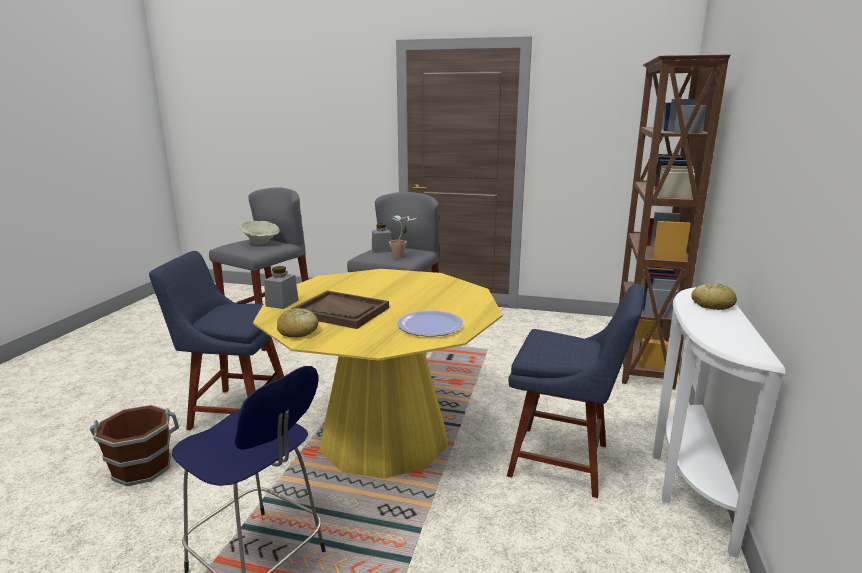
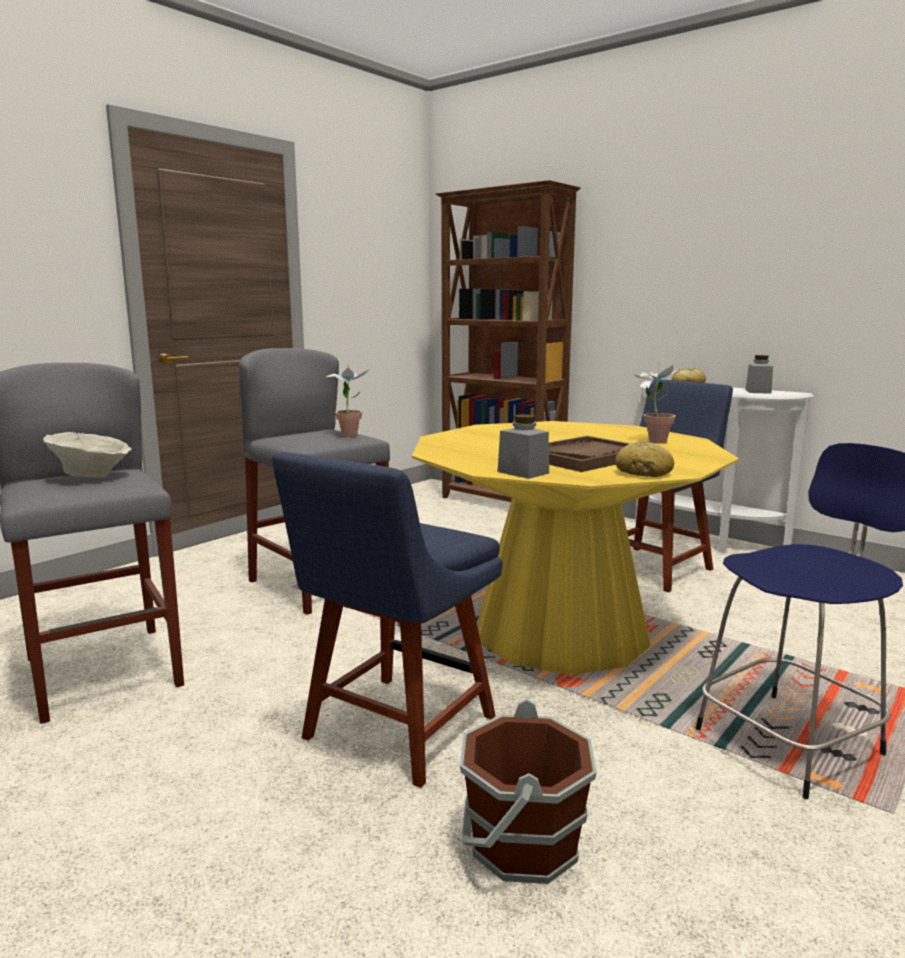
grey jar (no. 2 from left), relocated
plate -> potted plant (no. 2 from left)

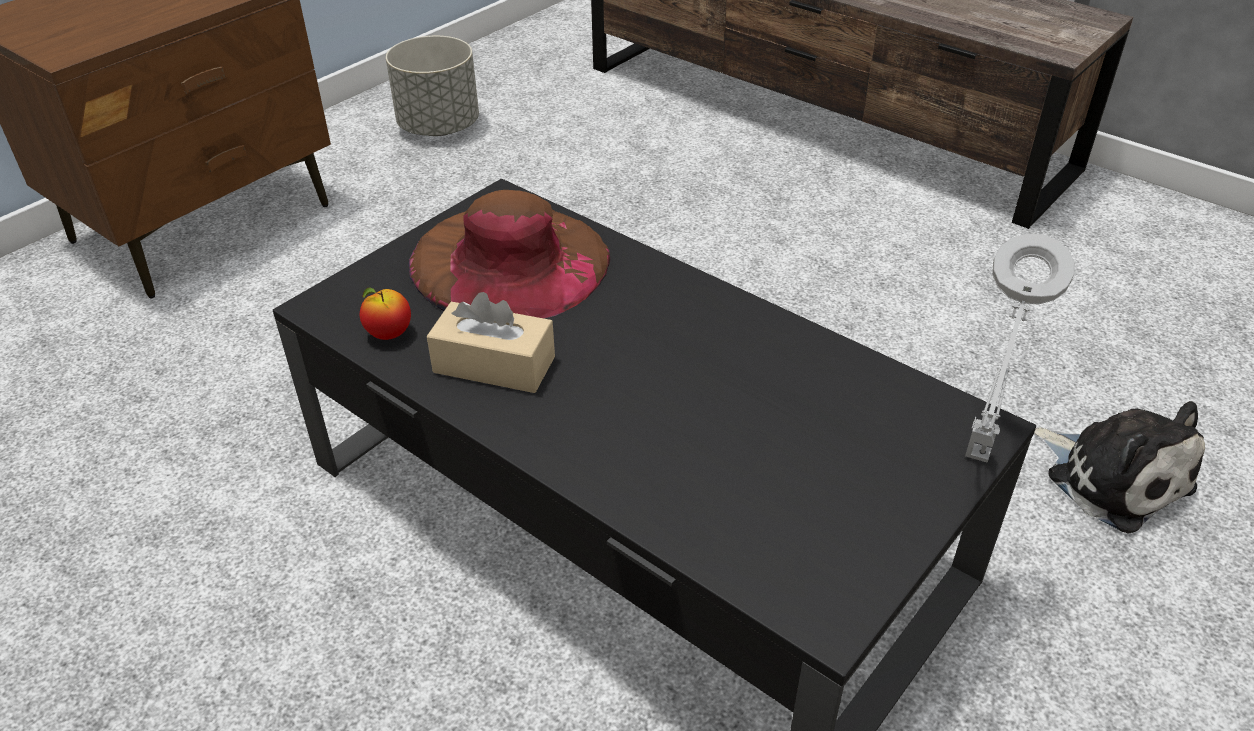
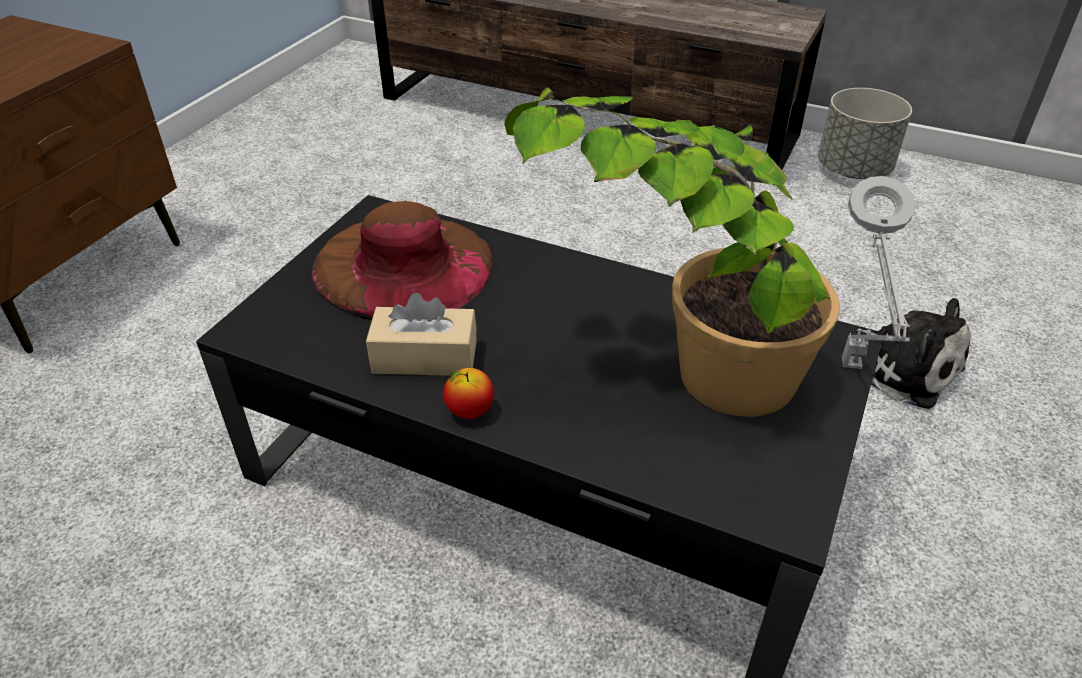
grey planter, relocated
apple, relocated
none -> potted plant

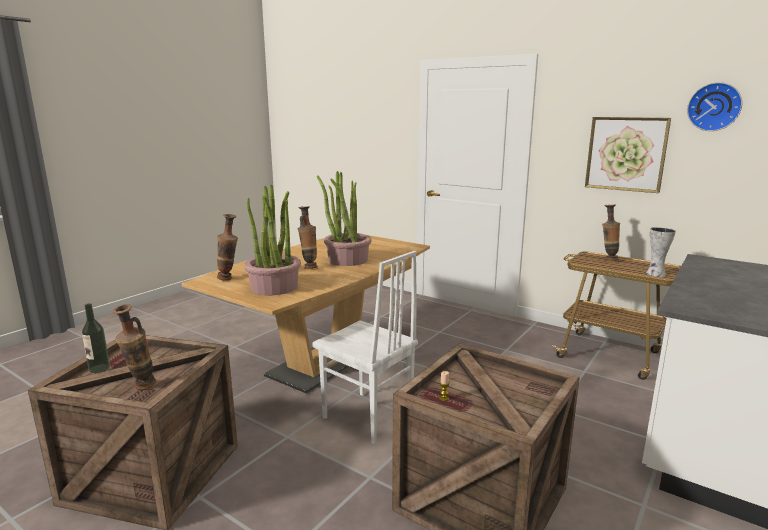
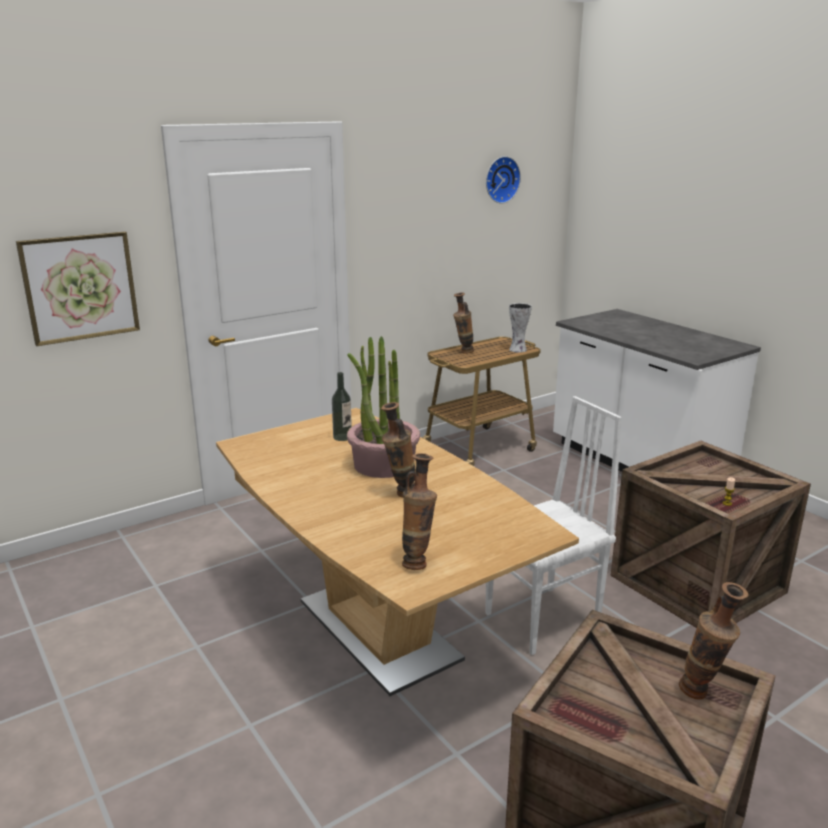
picture, relocated
potted plant (no. 1 from left) -> none
bottle, relocated

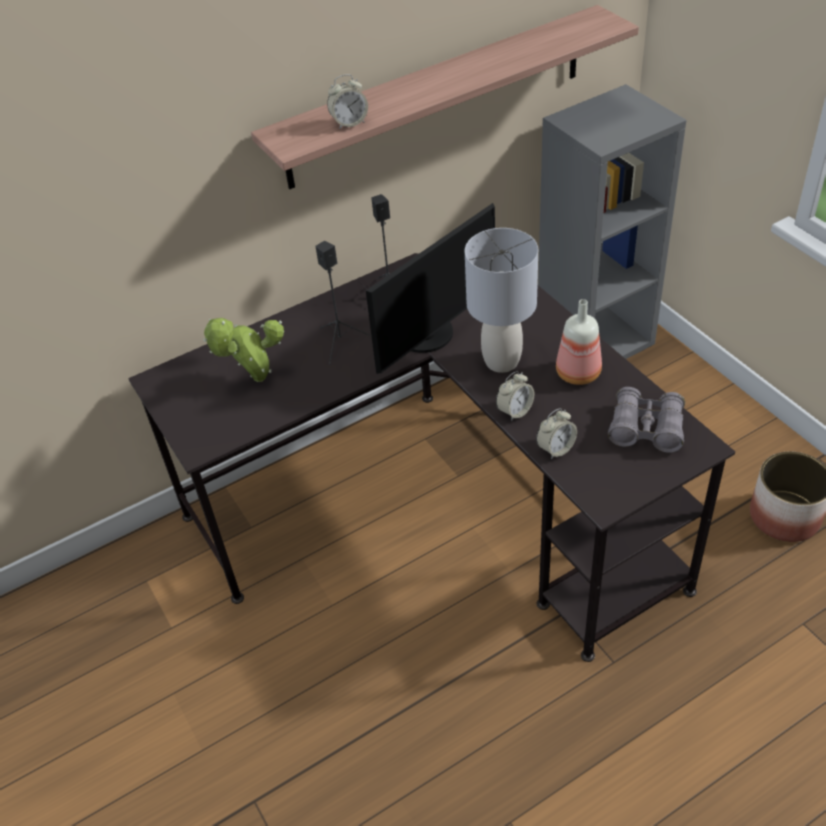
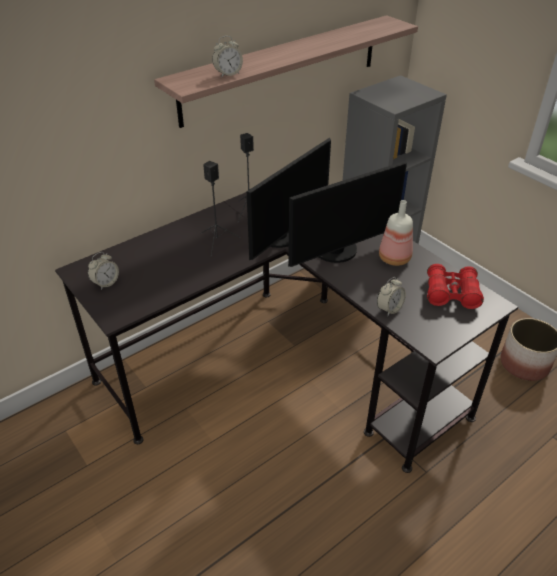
grey table lamp -> monitor (no. 2 from left)
potted plant -> none
alarm clock (no. 2 from left in the first image) -> alarm clock (no. 1 from left), relocated
grey binoculars -> red binoculars

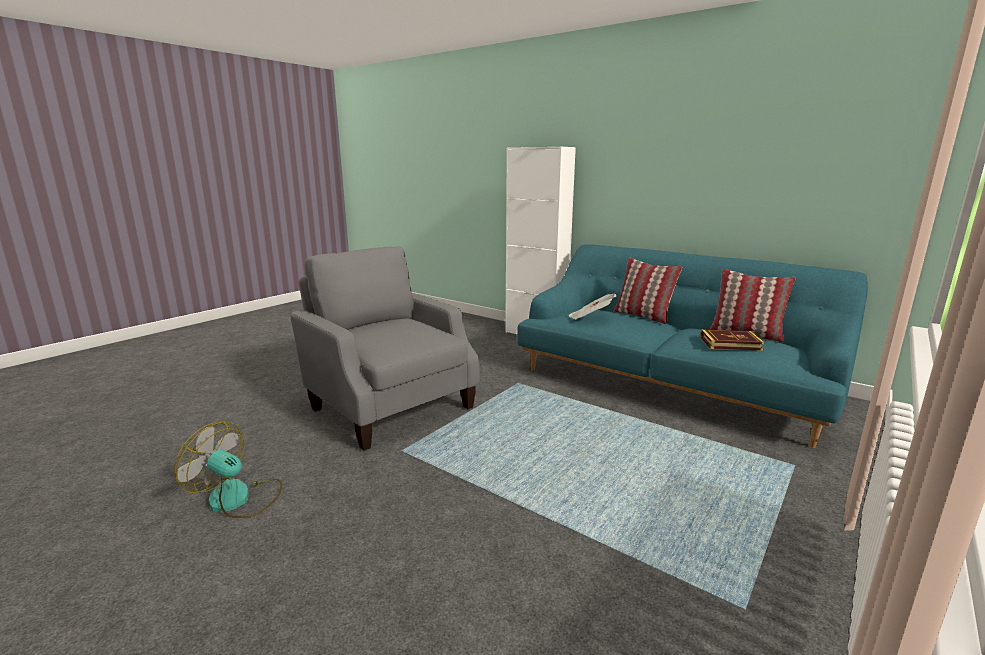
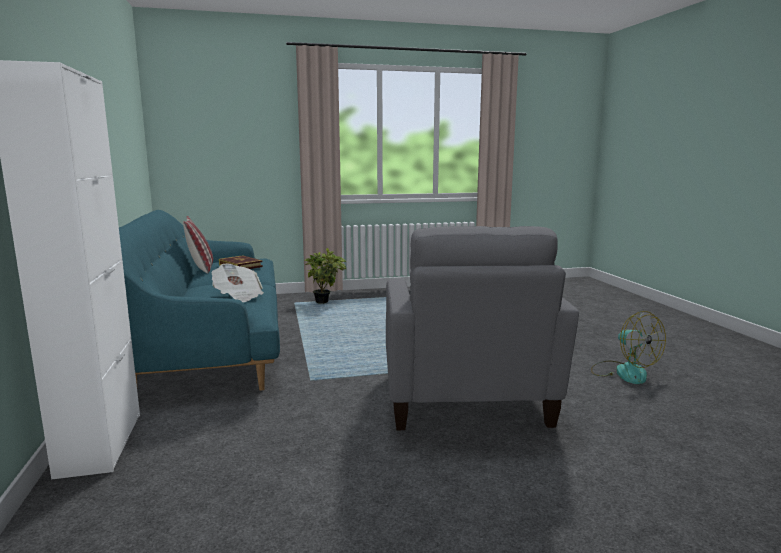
pillow (no. 1 from left) -> none
none -> potted plant

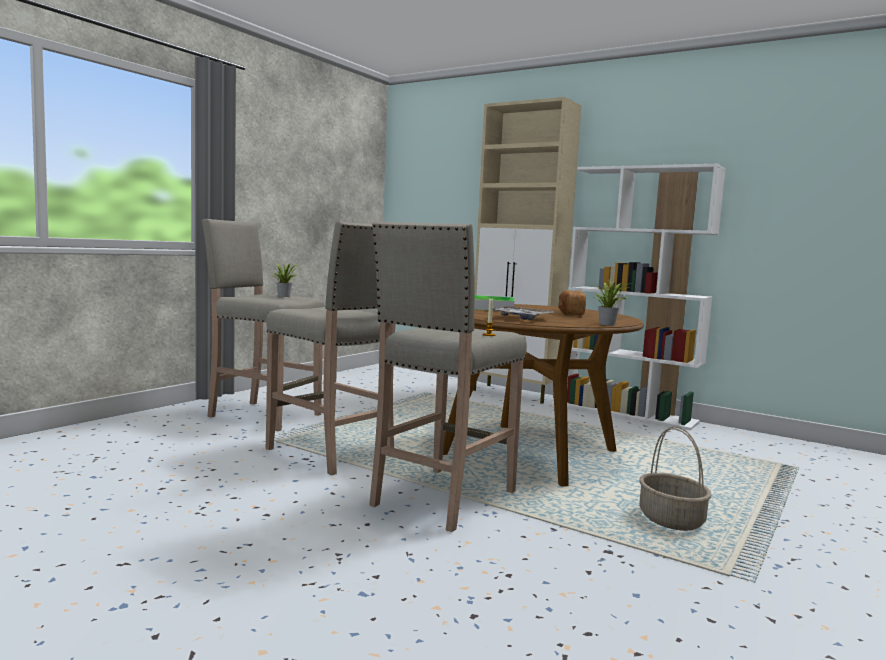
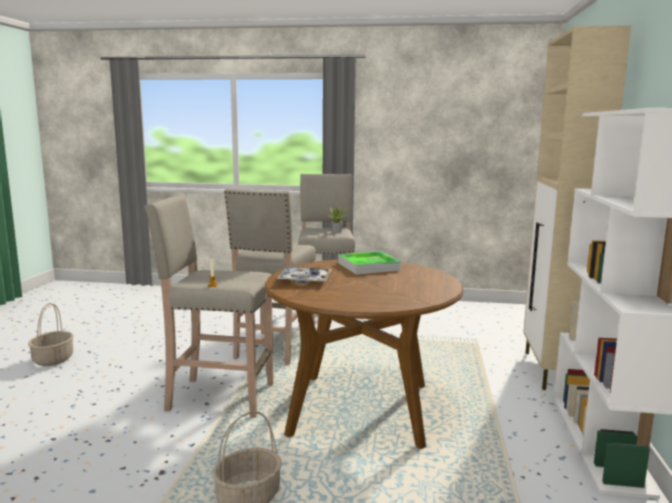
potted plant (no. 2 from left) -> none
bread -> none
none -> basket (no. 1 from left)

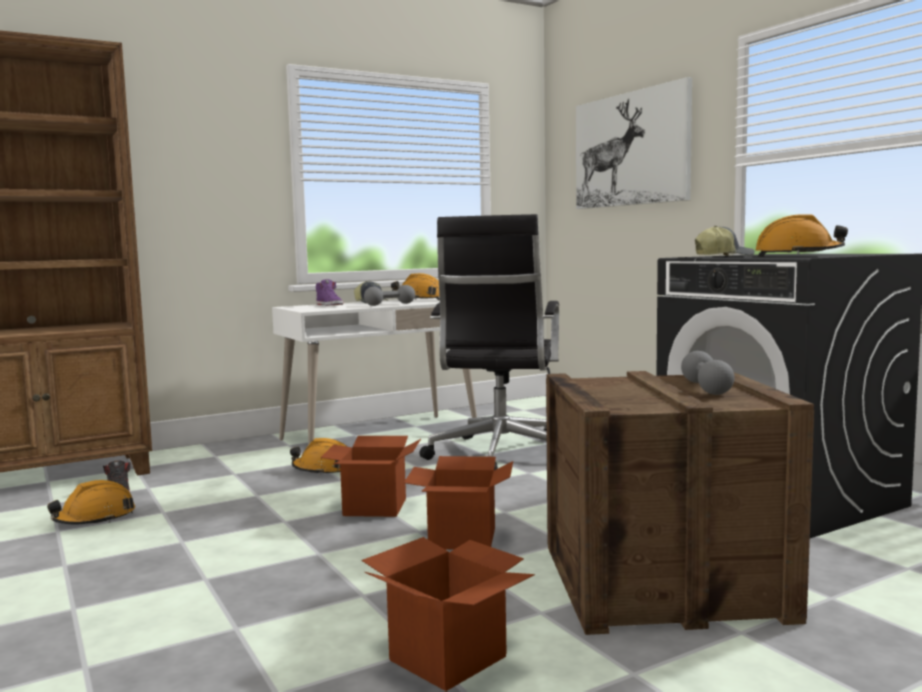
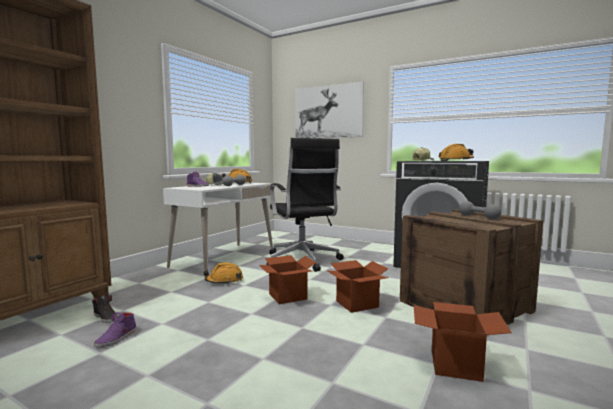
orange hard hat (no. 1 from left) -> purple shoe (no. 1 from left)

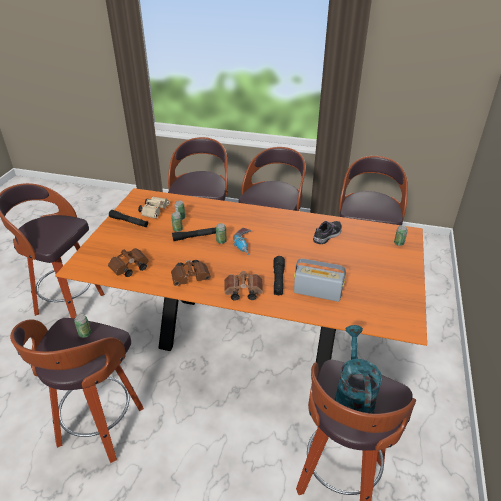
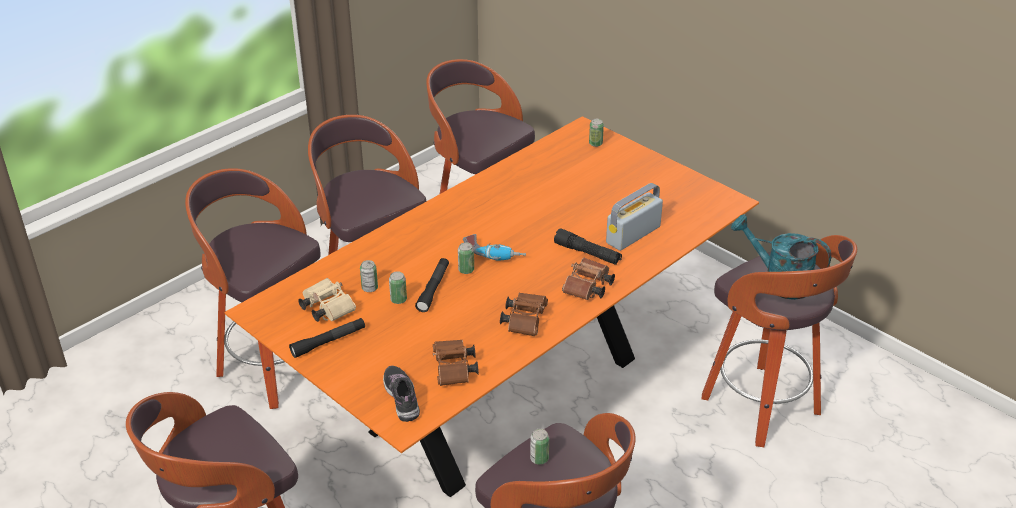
shoe, relocated

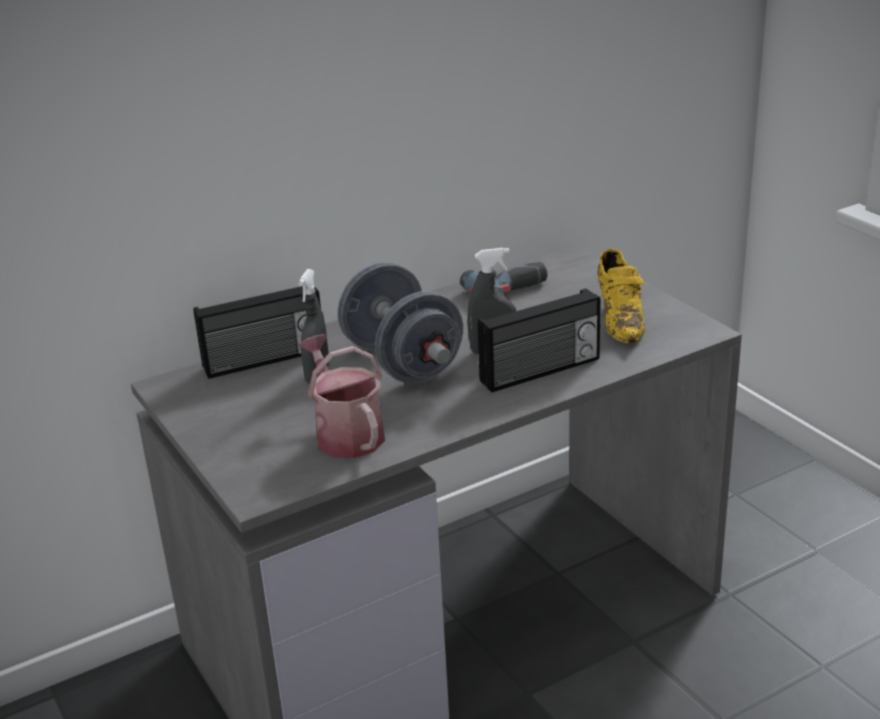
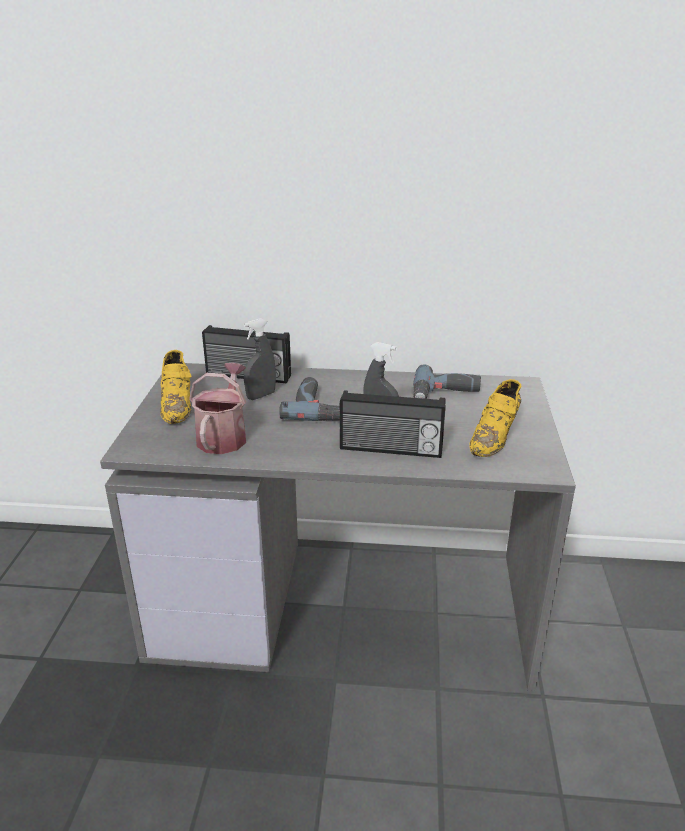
grey dumbbell -> power drill (no. 1 from left)
none -> yellow shoe (no. 1 from left)

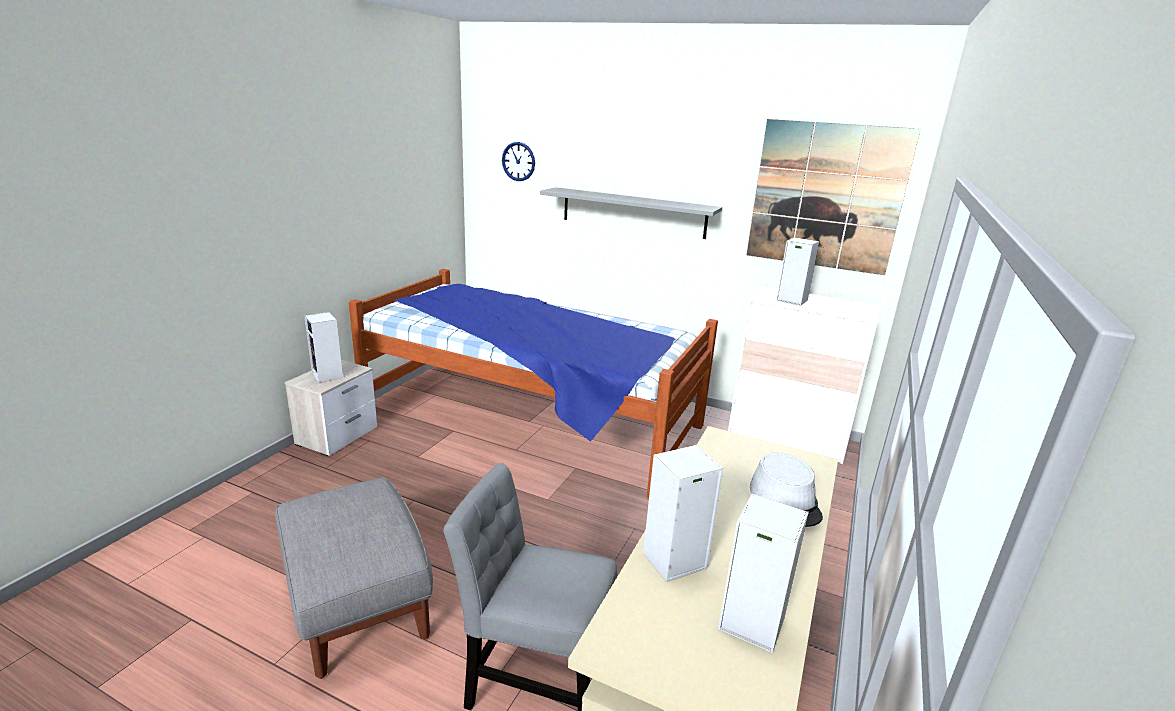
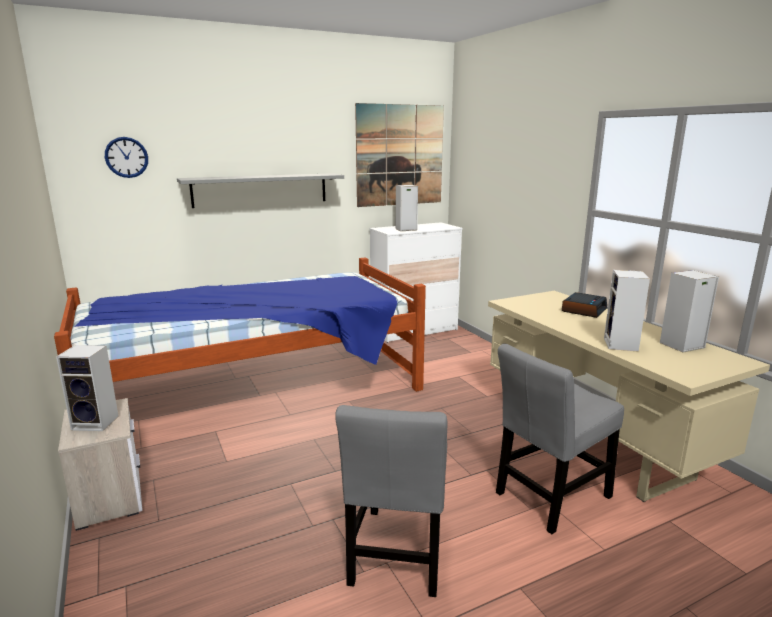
grey hat -> alarm clock
grey ottoman -> grey chair (no. 1 from left)

